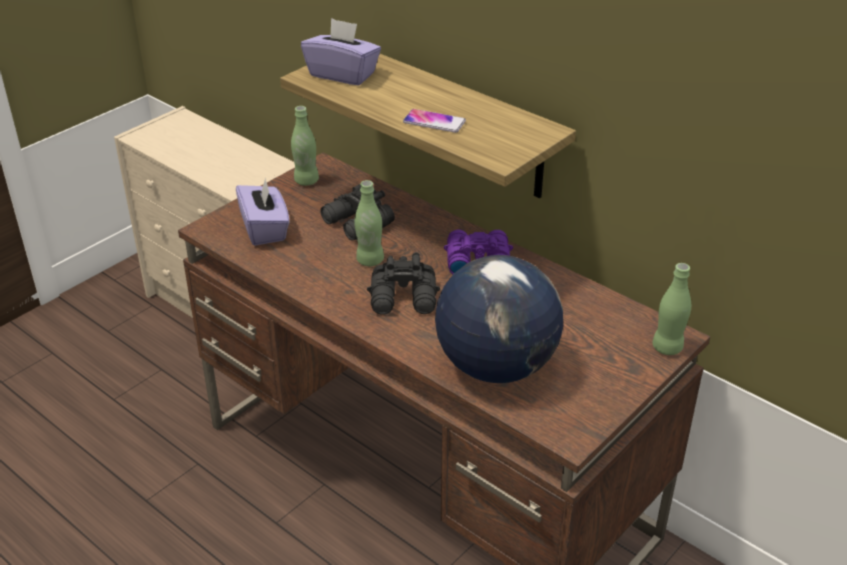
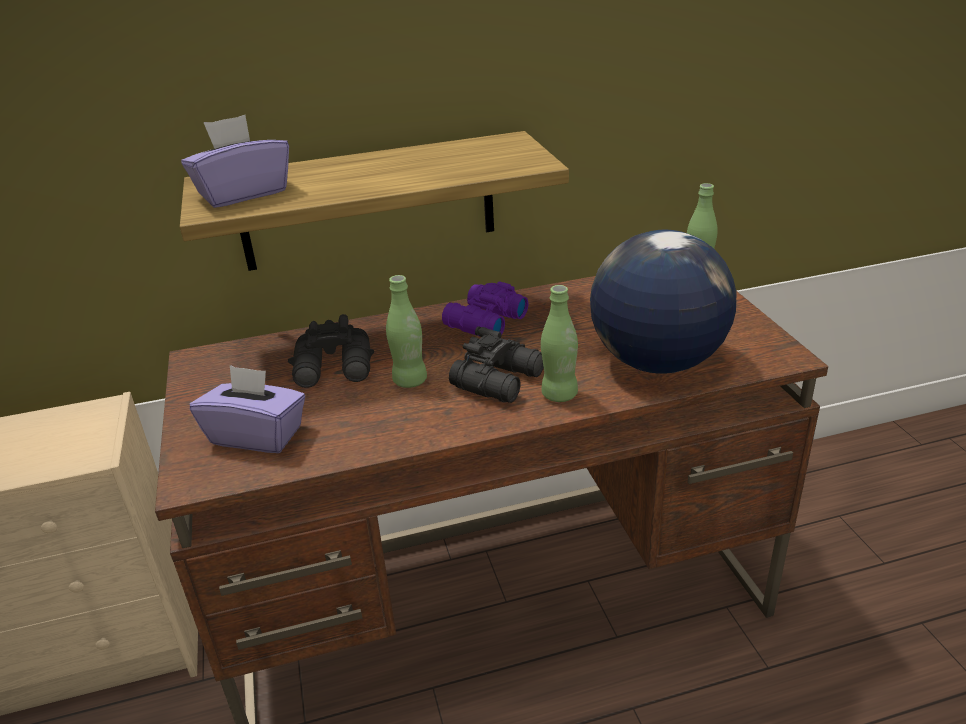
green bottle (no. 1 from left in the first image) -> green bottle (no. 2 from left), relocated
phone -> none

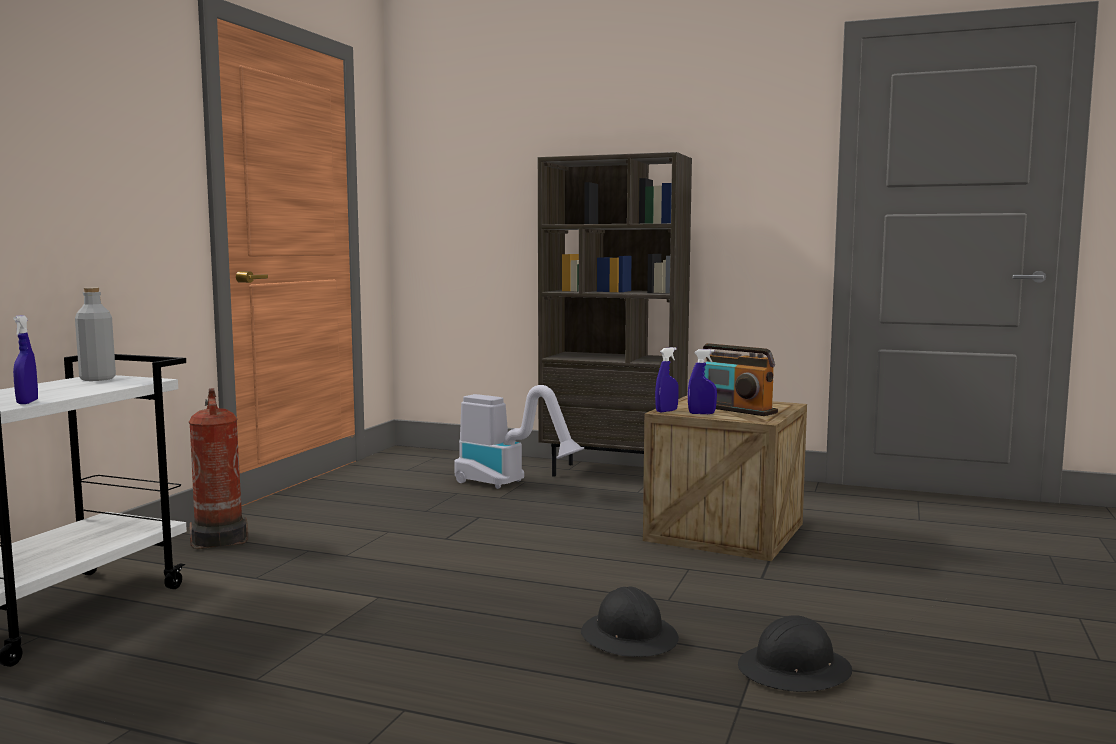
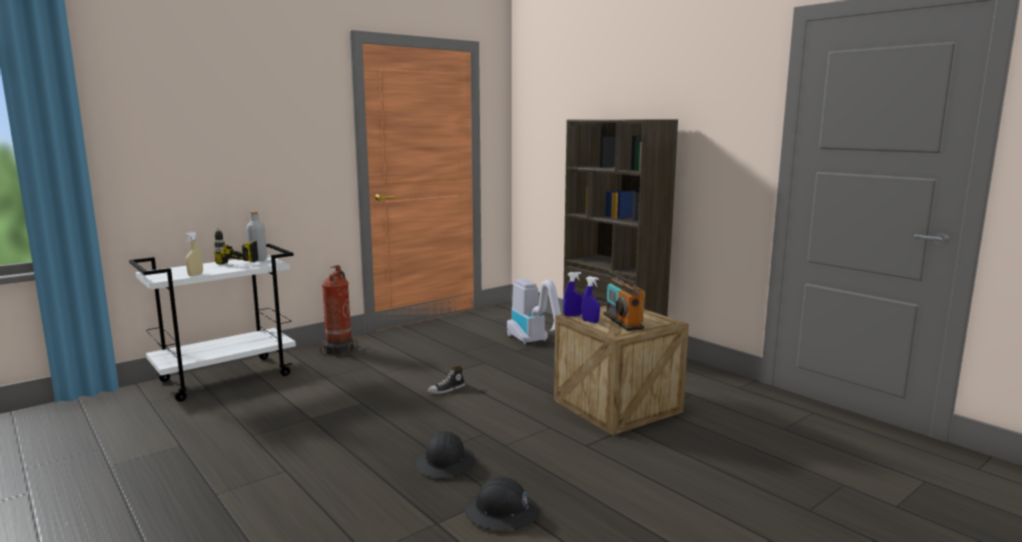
blue spray bottle (no. 1 from left) -> beige spray bottle
none -> power drill
none -> shoe

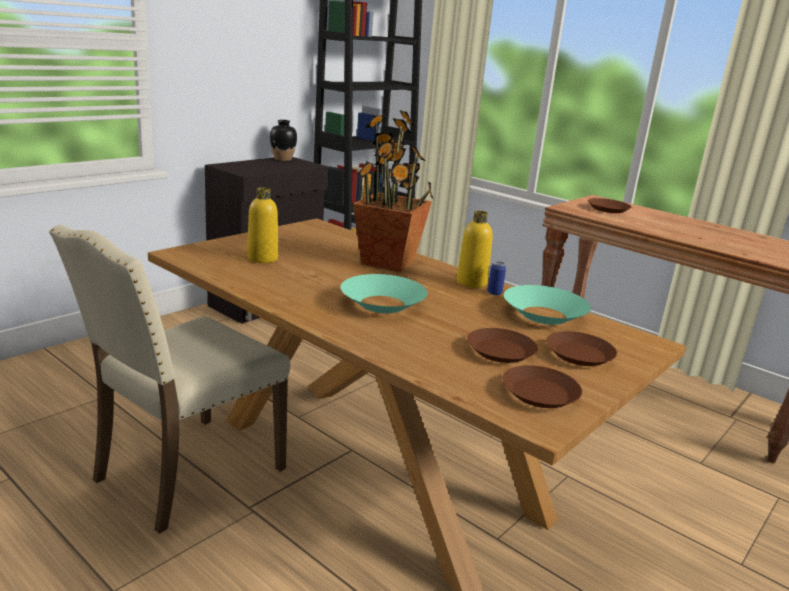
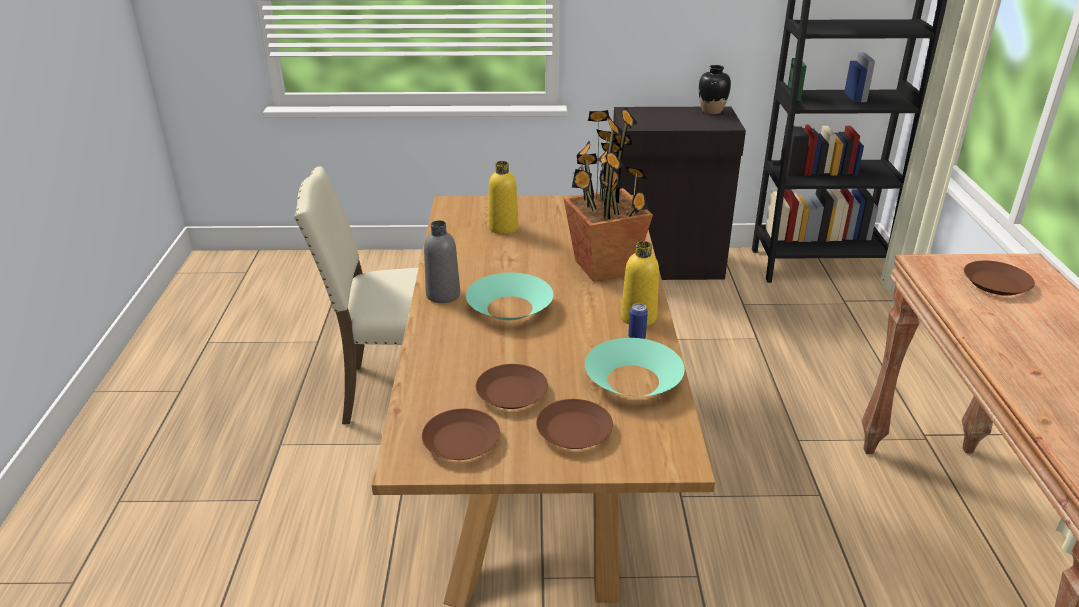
none -> grey bottle

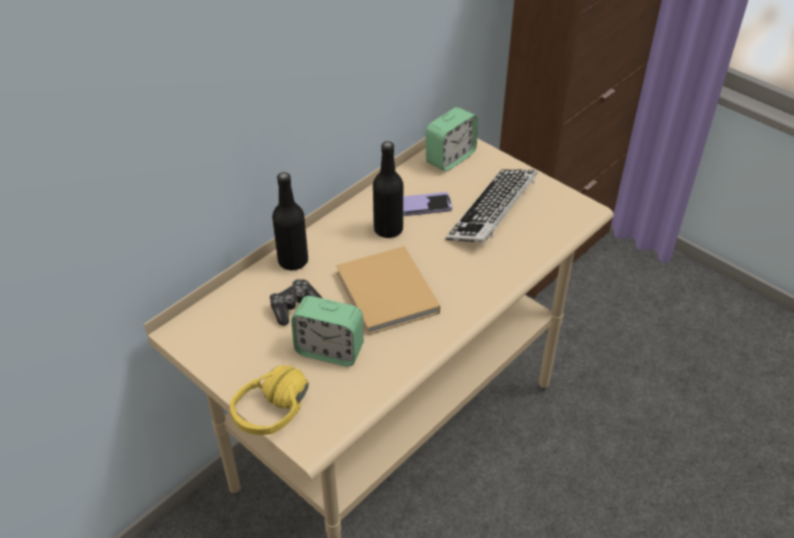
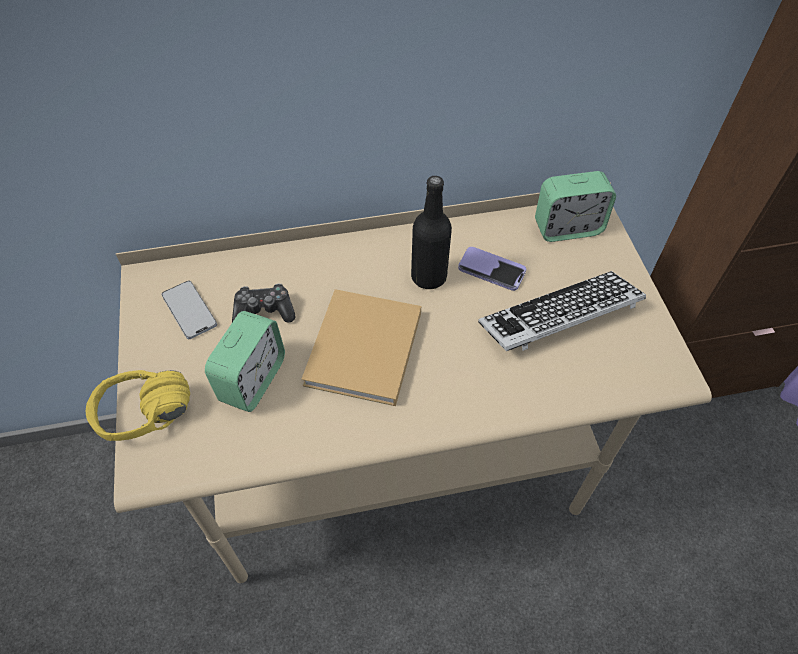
black bottle (no. 1 from left) -> none
alarm clock (no. 1 from left), 120 degrees counterclockwise
none -> phone (no. 1 from left)

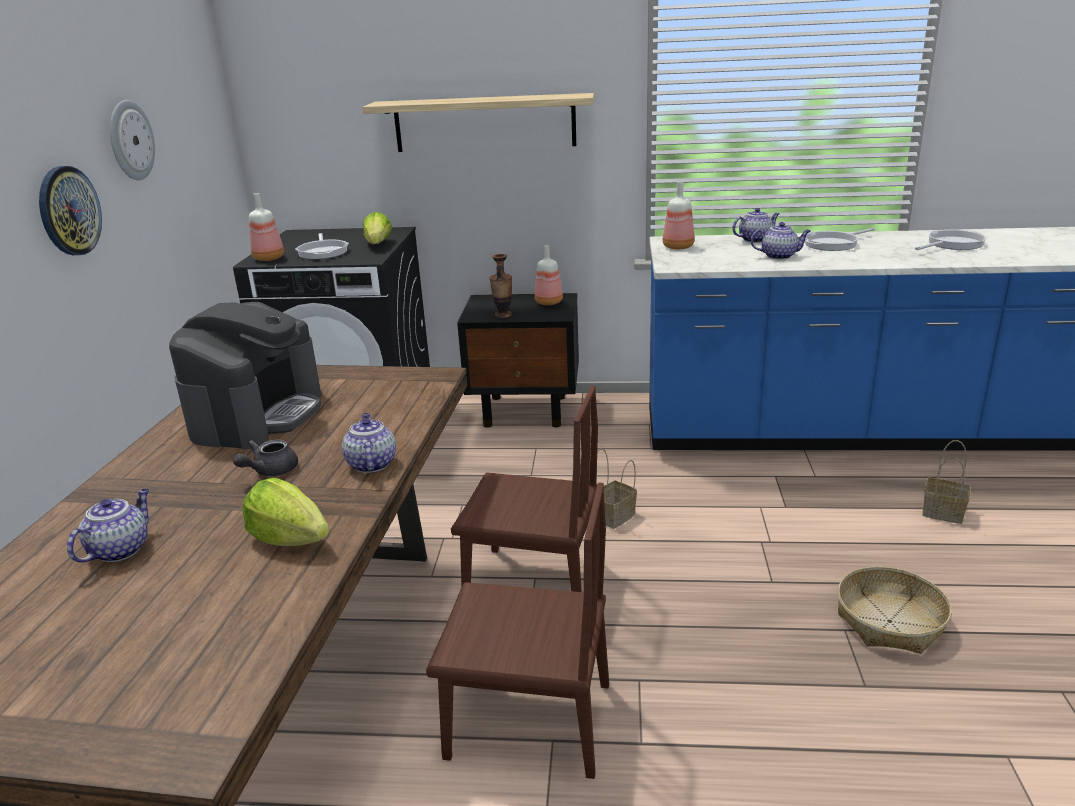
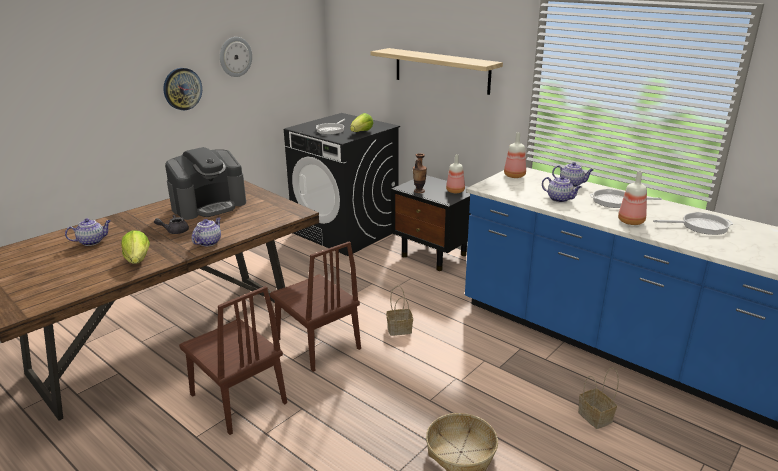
bottle (no. 1 from left in the first image) -> bottle (no. 3 from left), relocated

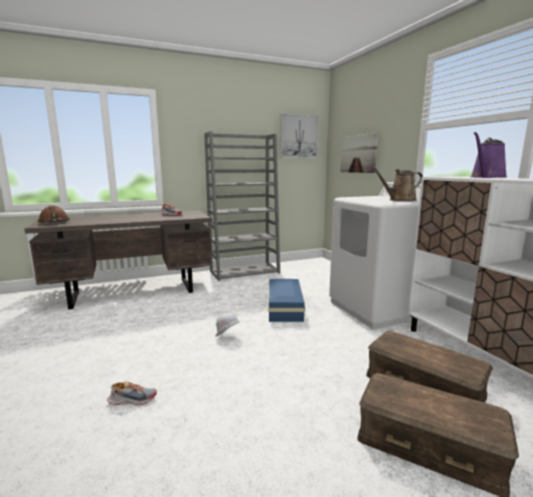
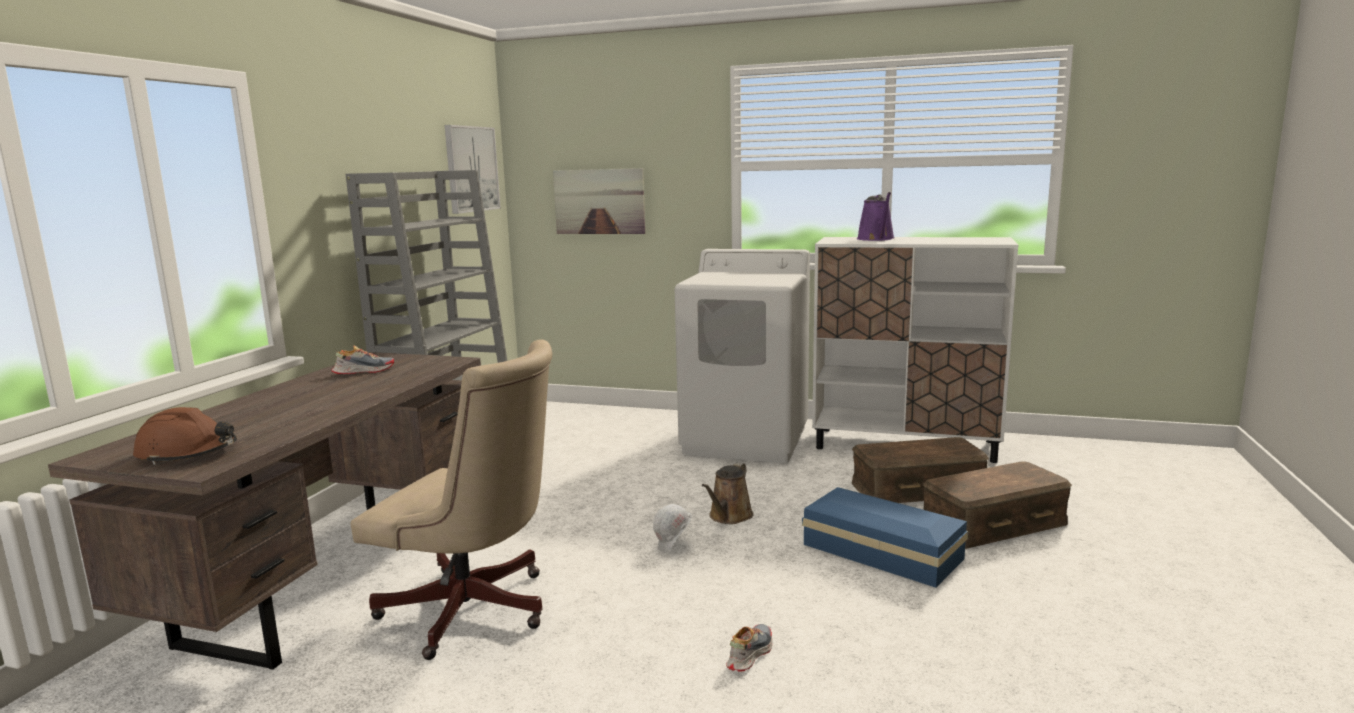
brown watering can, relocated
blue storage box, relocated
none -> beige office chair

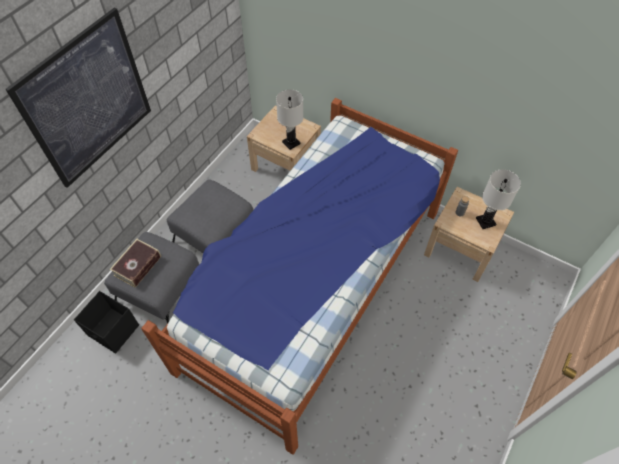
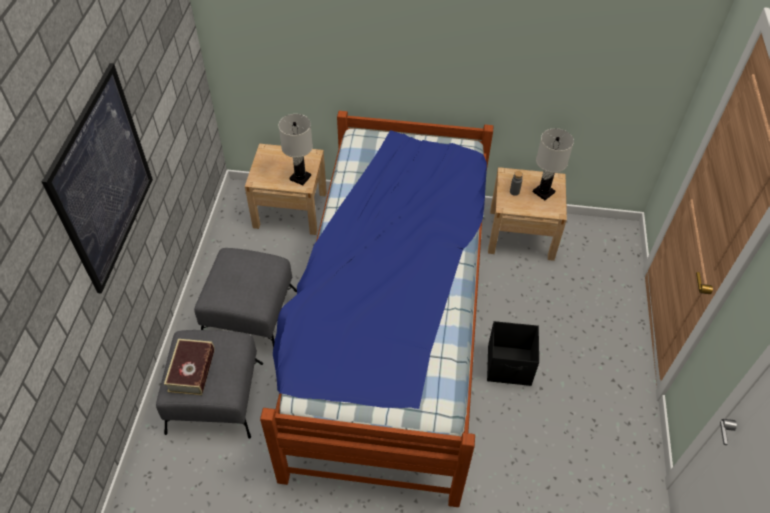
black storage box, relocated

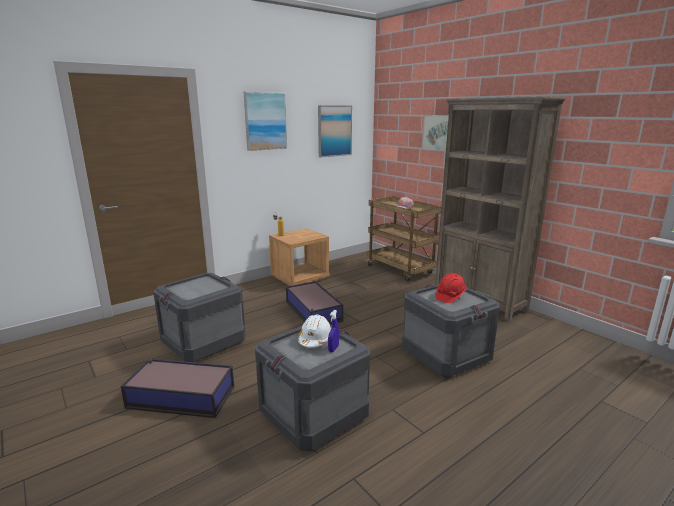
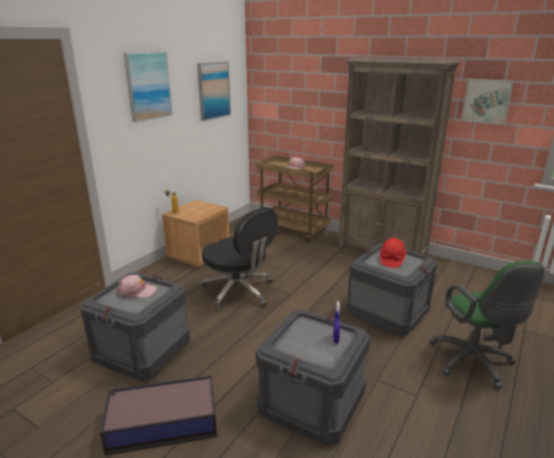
picture (no. 3 from left), relocated
storage box (no. 2 from left) -> black office chair
white hard hat -> none
none -> green office chair
none -> pink cap (no. 1 from left)

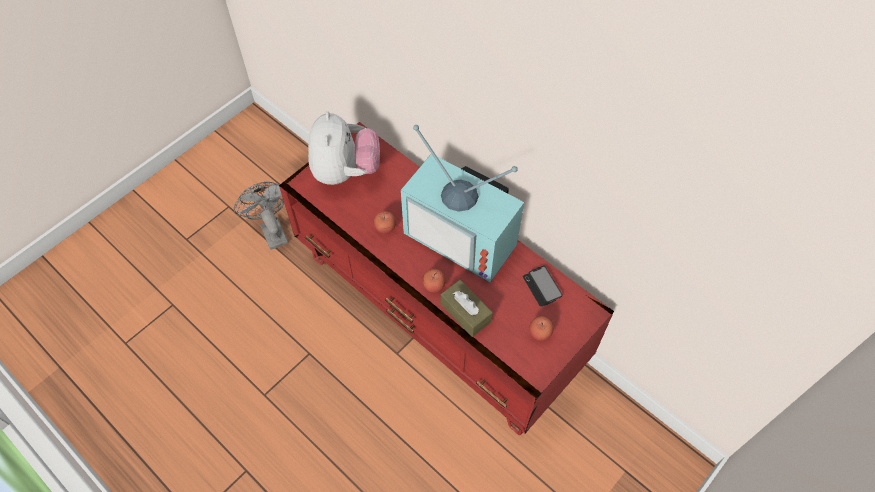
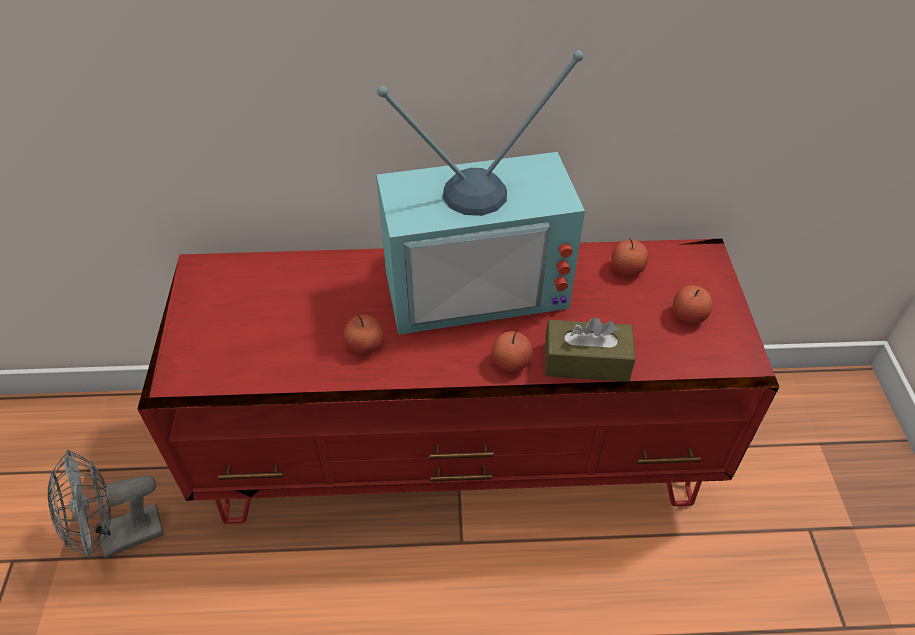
plush toy -> none
grey fan, 45 degrees counterclockwise
phone -> apple (no. 3 from left)

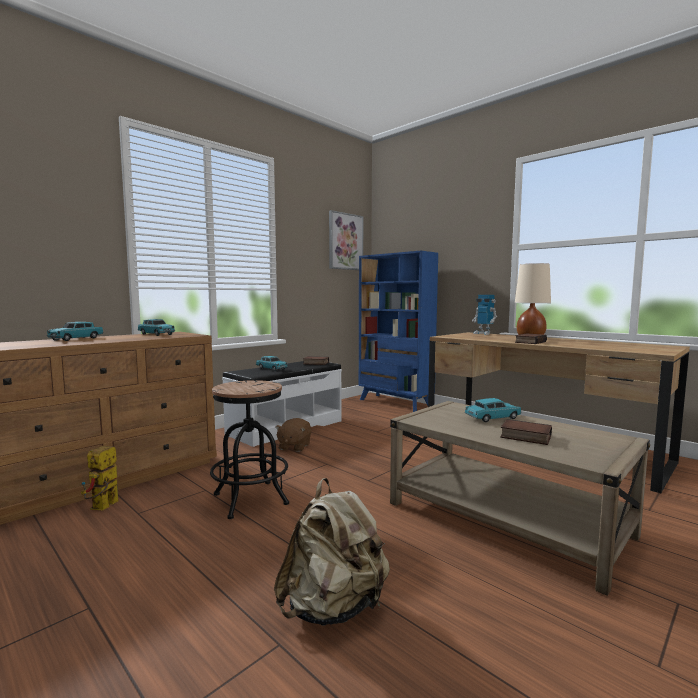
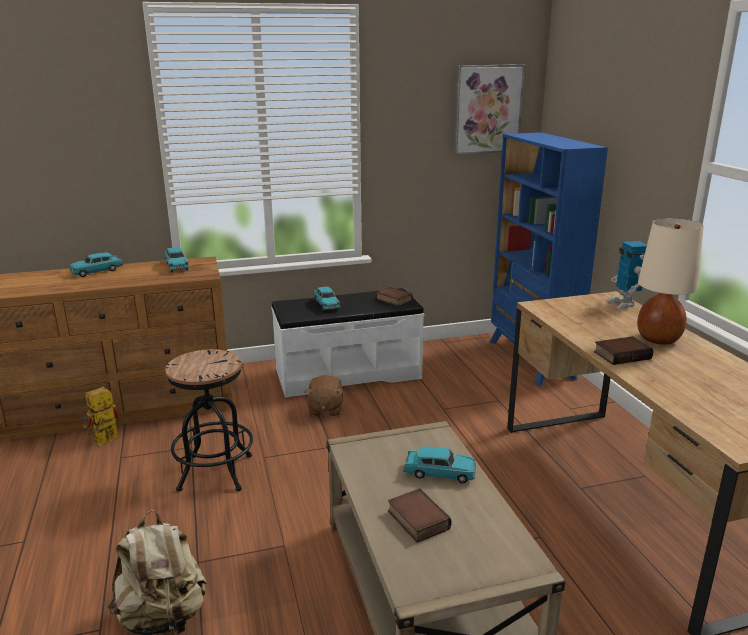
brown plush toy, 45 degrees counterclockwise

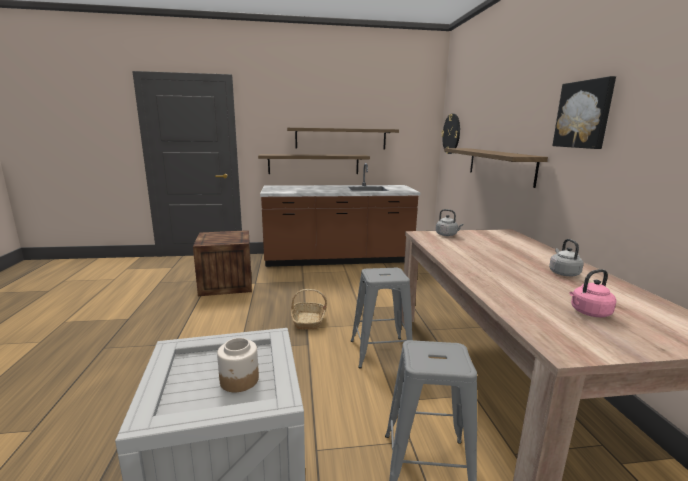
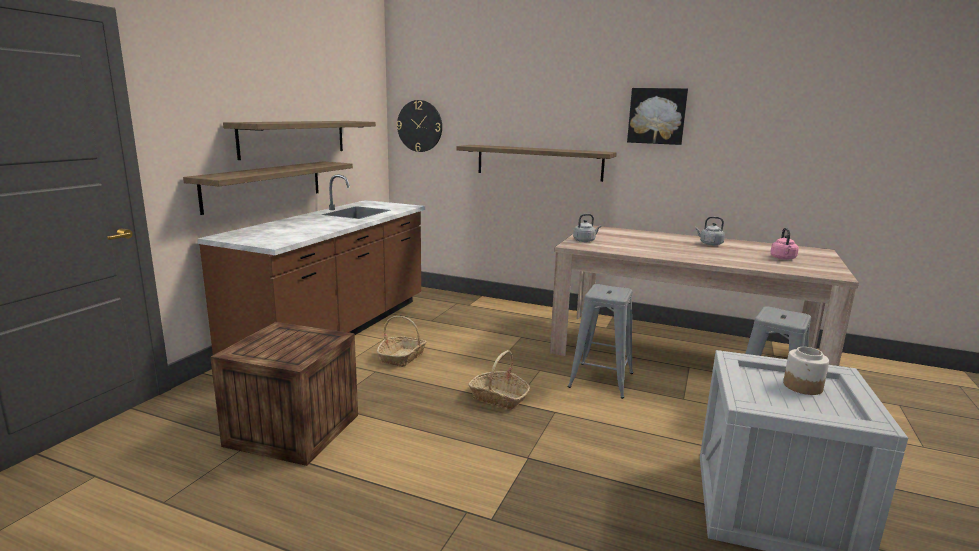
none -> basket (no. 1 from left)

